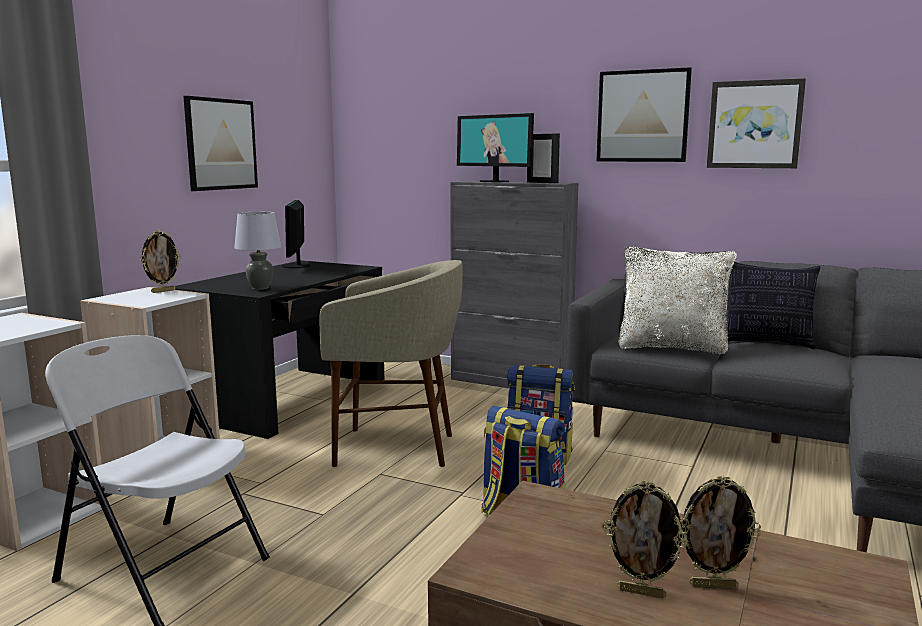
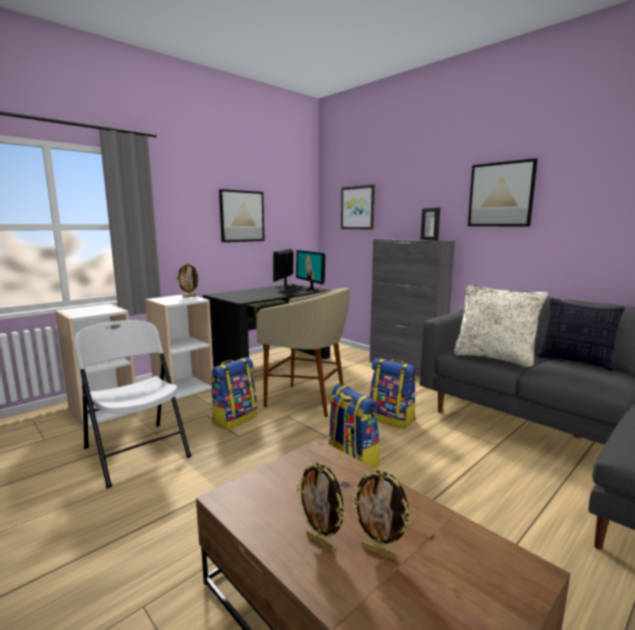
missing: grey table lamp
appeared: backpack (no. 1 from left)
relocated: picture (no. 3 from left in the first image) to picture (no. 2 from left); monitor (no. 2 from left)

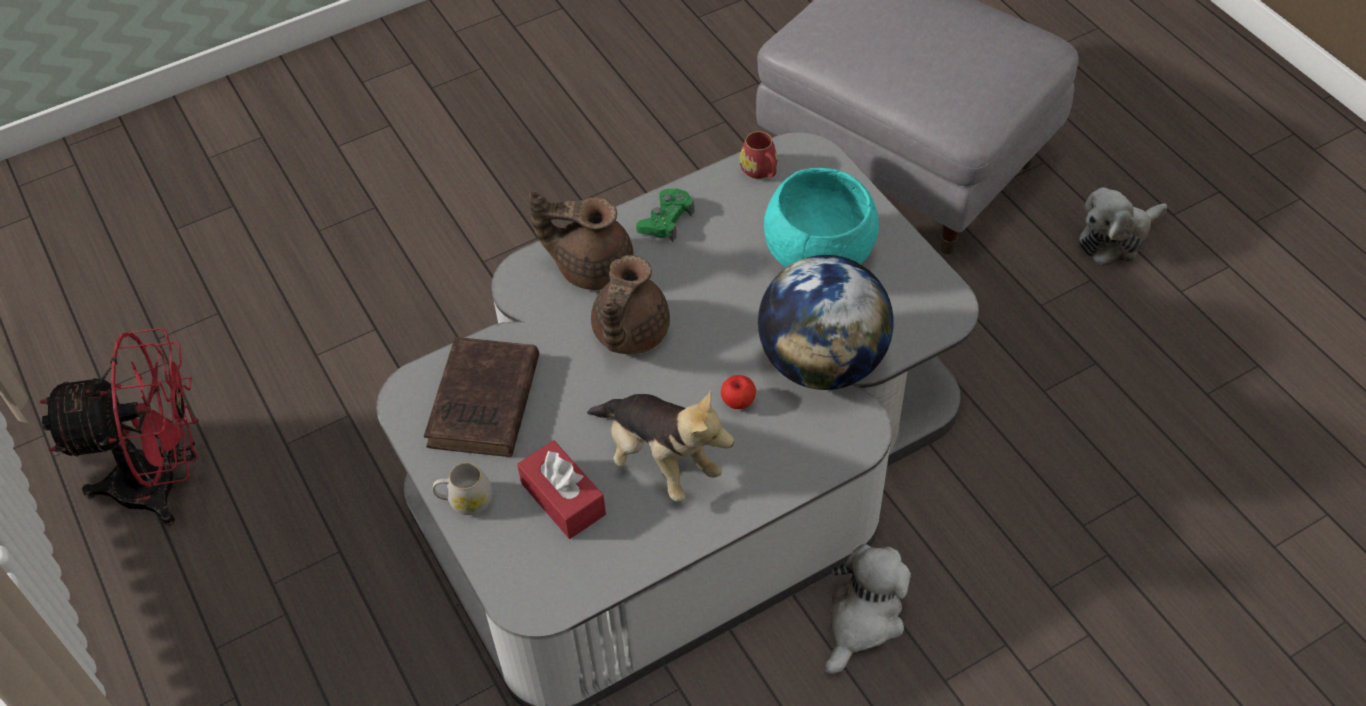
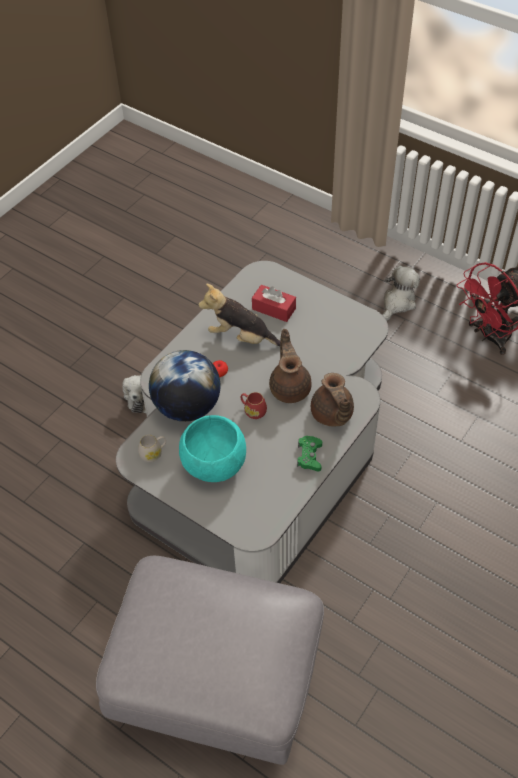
missing: brown book
relocated: red mug; plush toy (no. 3 from left); white mug
spun: brown teapot (no. 1 from left in the first image) 90 degrees clockwise

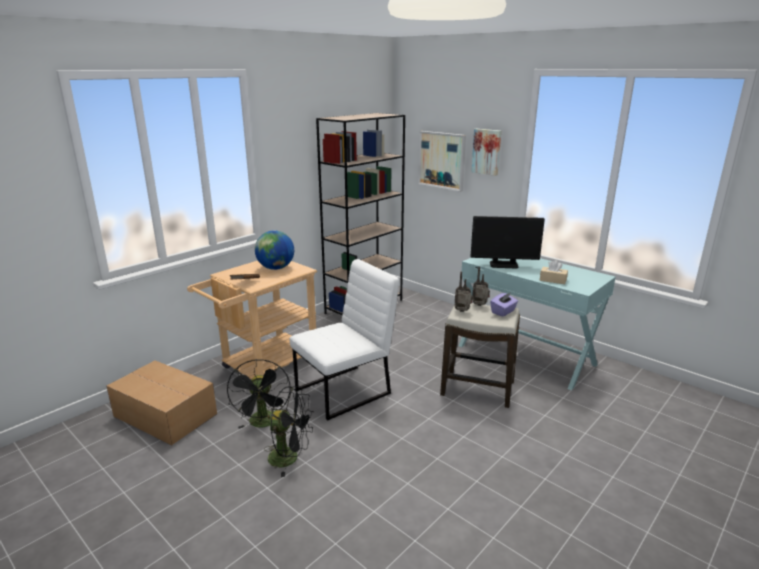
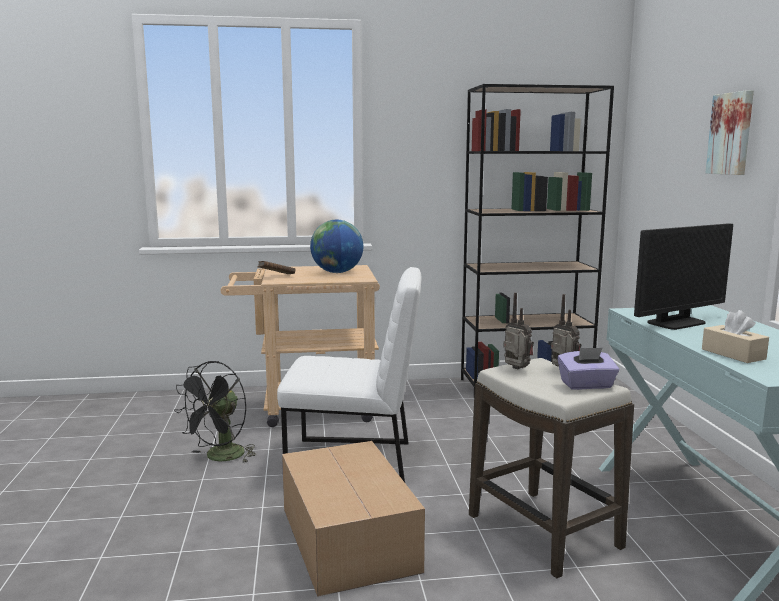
missing: picture (no. 1 from left); black fan (no. 2 from left)
relocated: cardboard box
spun: monitor 75 degrees counterclockwise

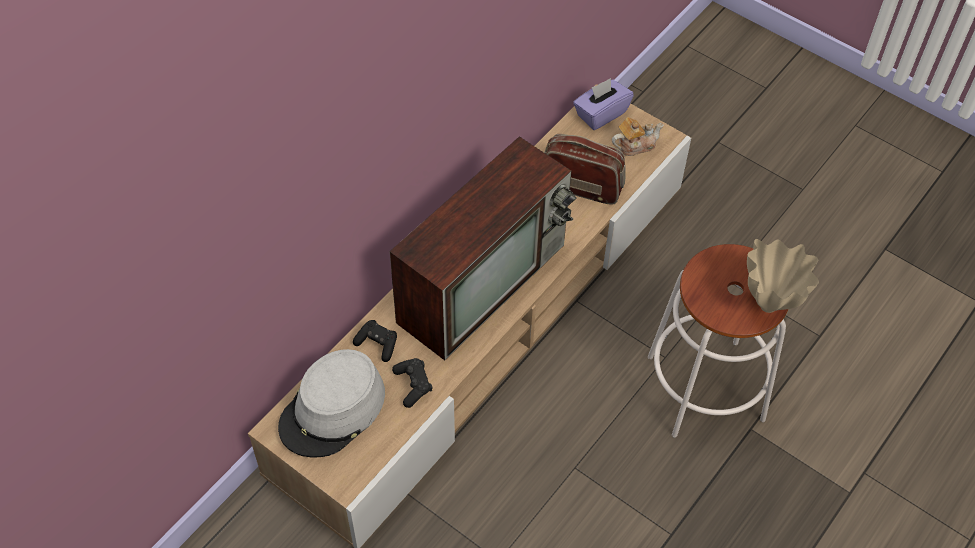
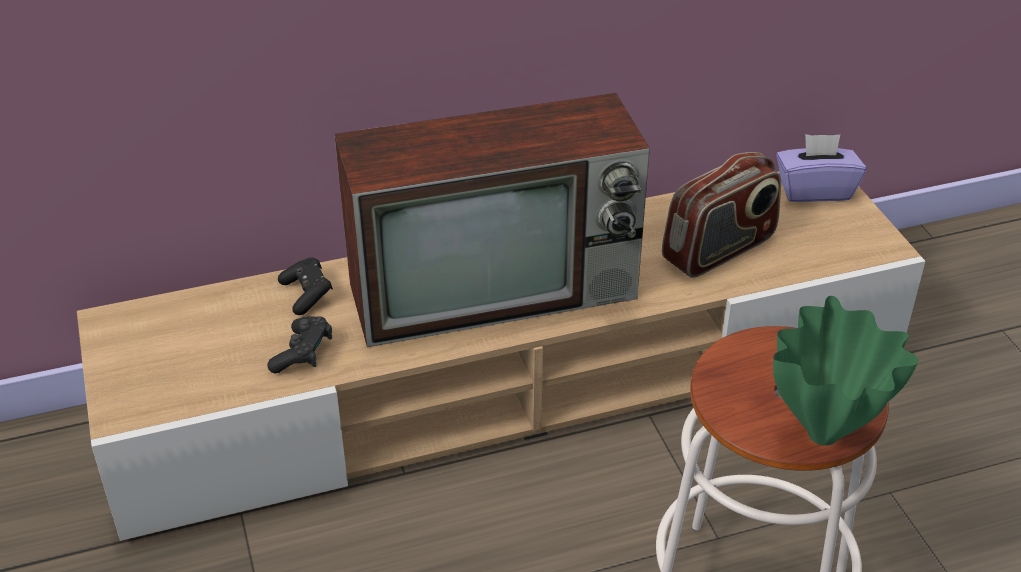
missing: teapot; grey hat
colour: beige vase to green vase
spun: radio 90 degrees clockwise

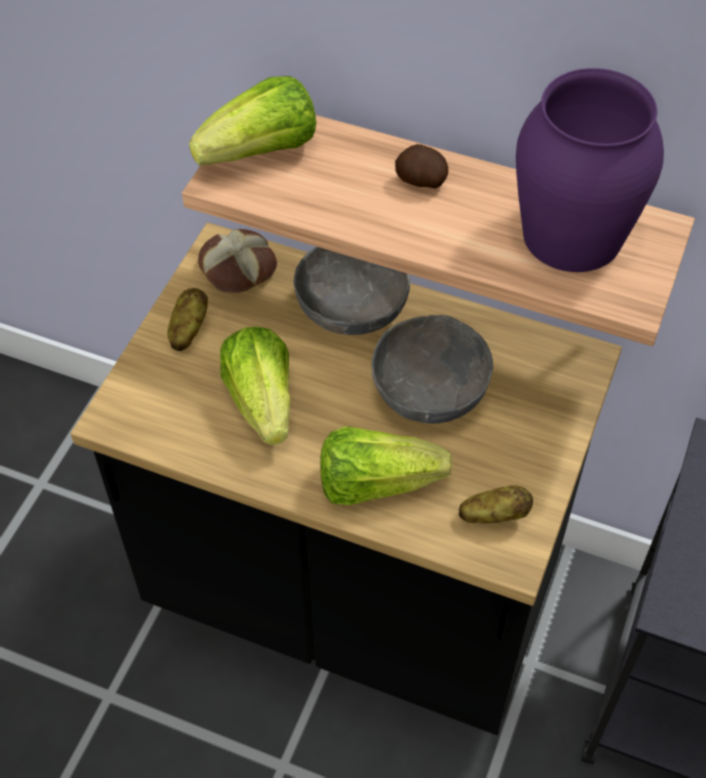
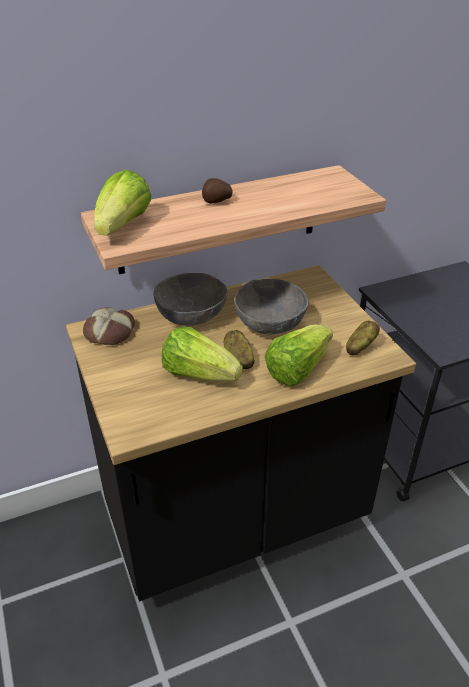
missing: purple vase
relocated: potato (no. 1 from left in the first image) to potato (no. 2 from left)

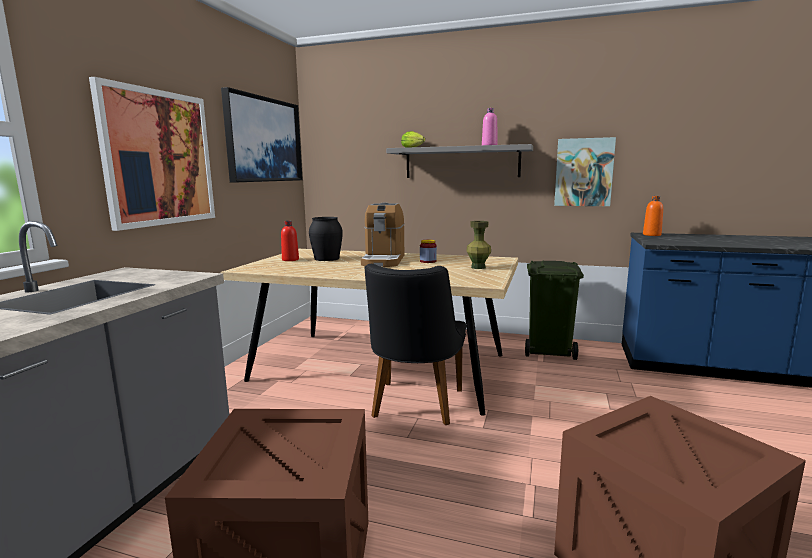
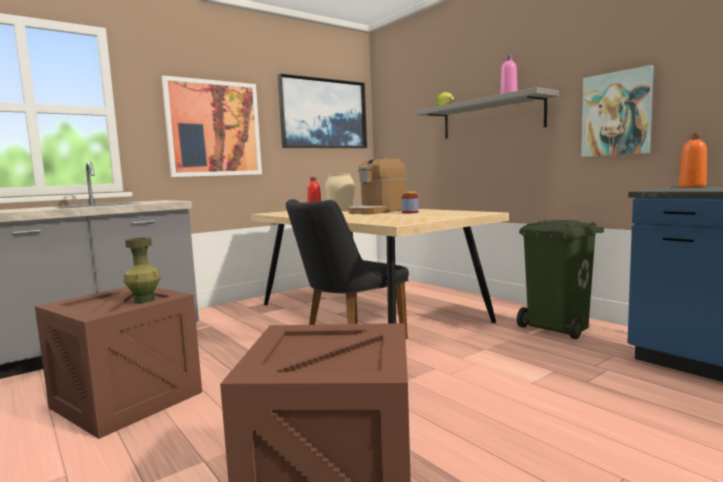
relocated: green vase
colour: black vase to beige vase

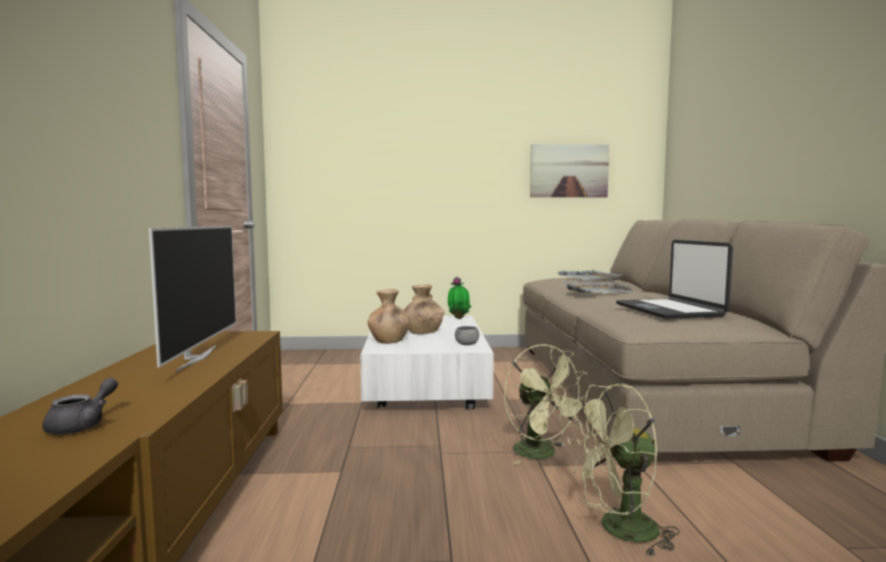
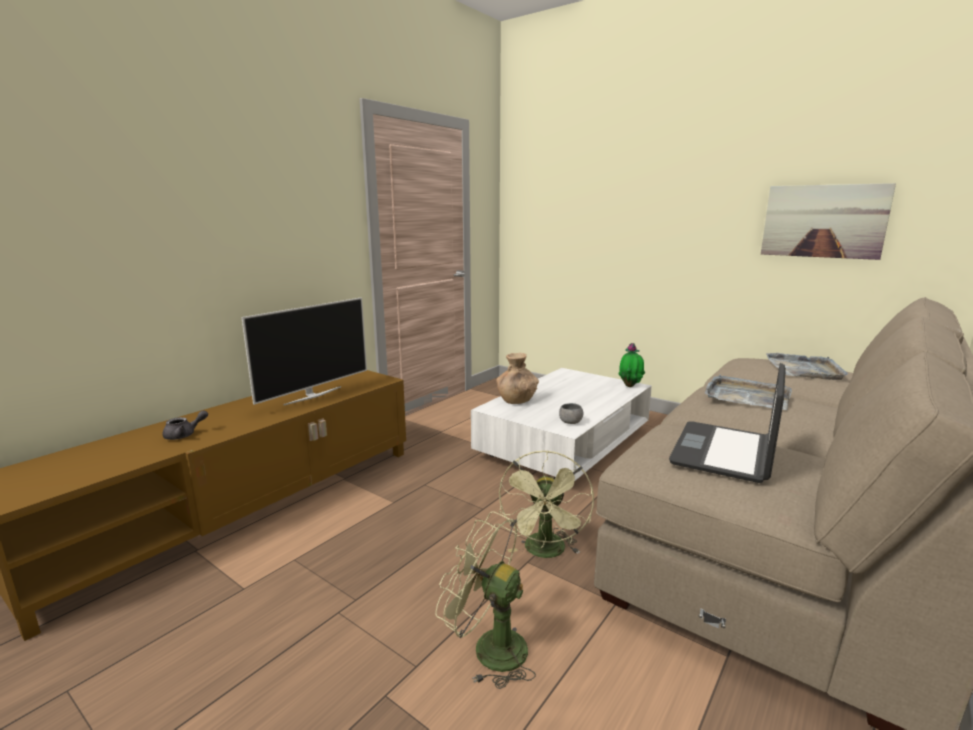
missing: brown vase (no. 2 from left)

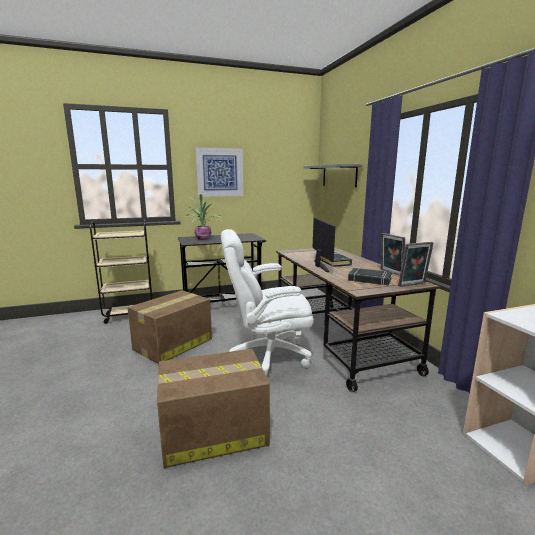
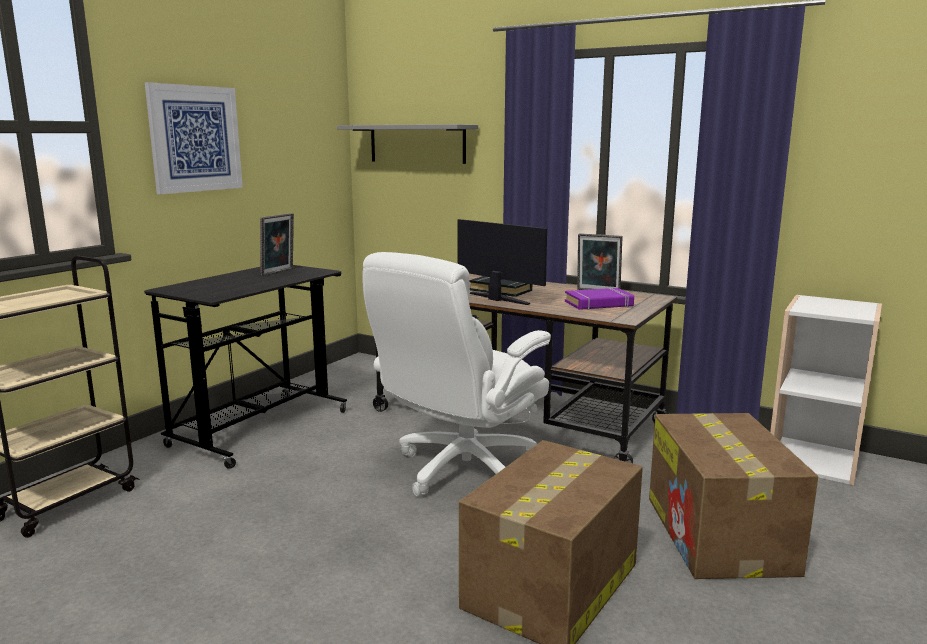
missing: potted plant
relocated: picture frame (no. 2 from left in the first image) to picture frame (no. 1 from left); cardboard box (no. 1 from left in the first image) to cardboard box (no. 2 from left)
colour: black book (no. 2 from left) to purple book

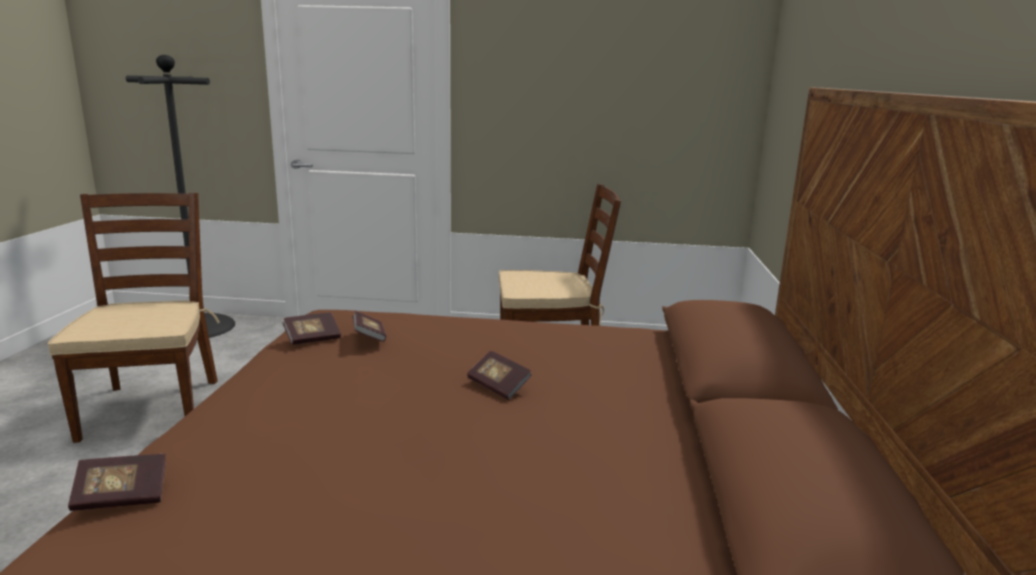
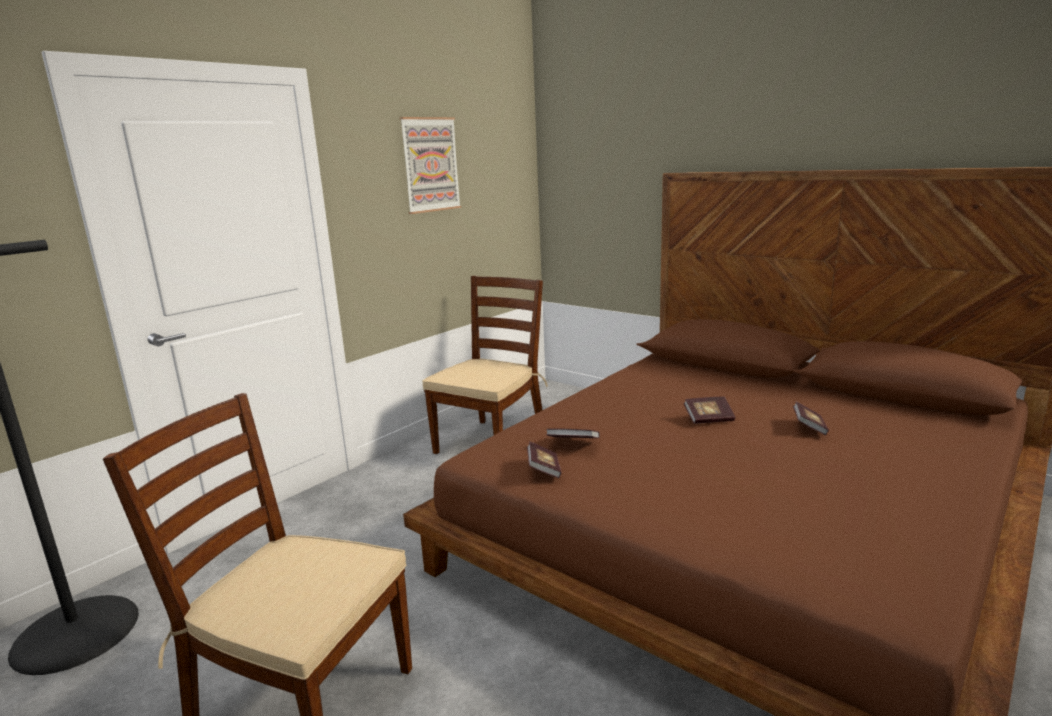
appeared: picture
relocated: book (no. 1 from left in the first image) to book (no. 4 from left)

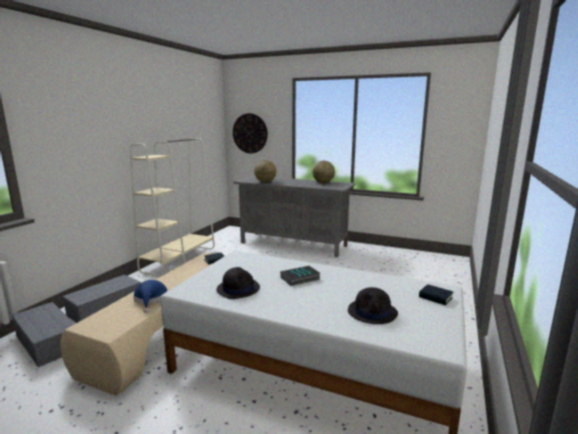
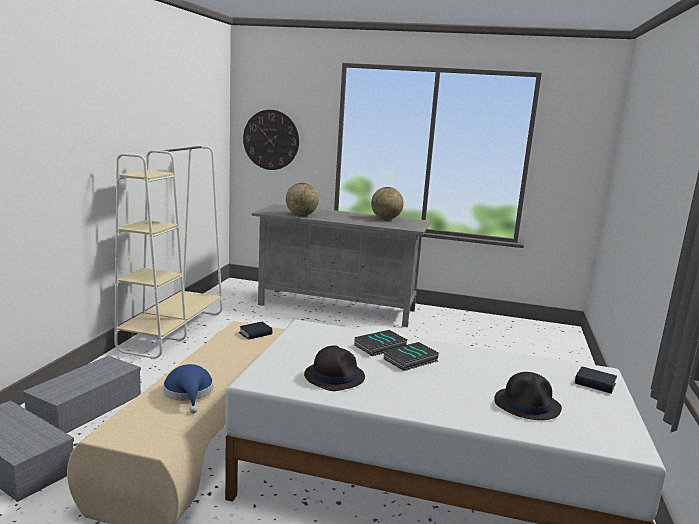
appeared: book (no. 2 from left)

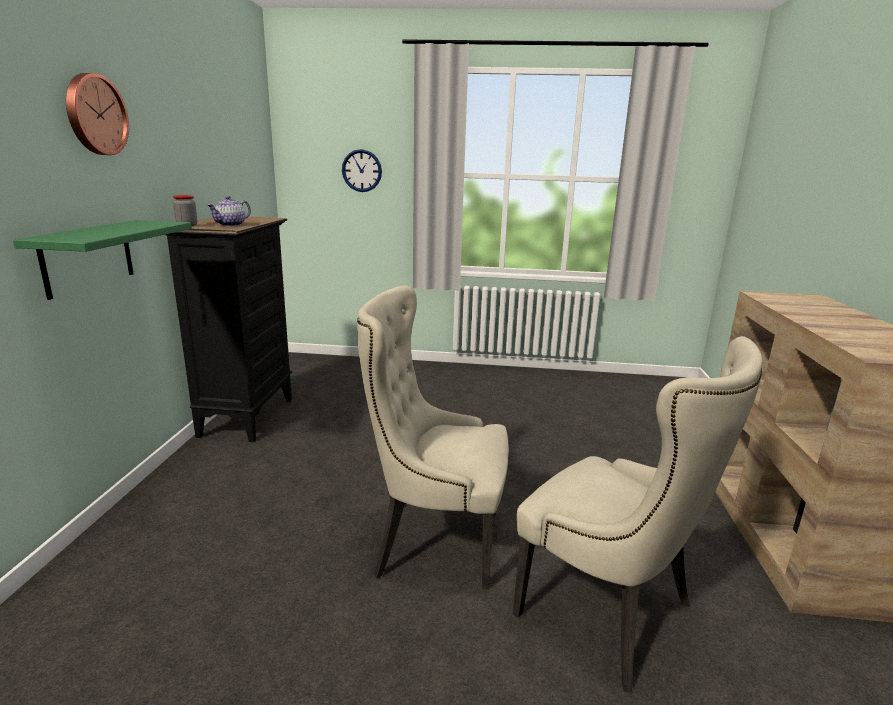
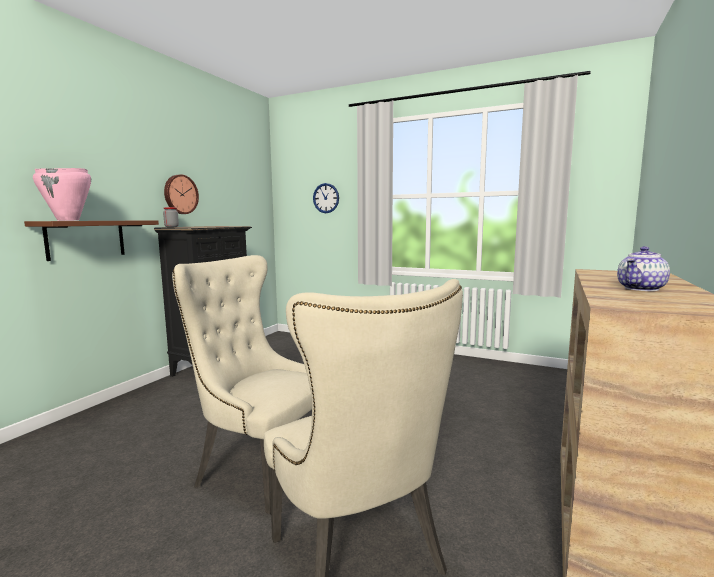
appeared: pink cooking pot
relocated: wall clock (no. 1 from left); teapot
colour: green shelf to brown shelf

